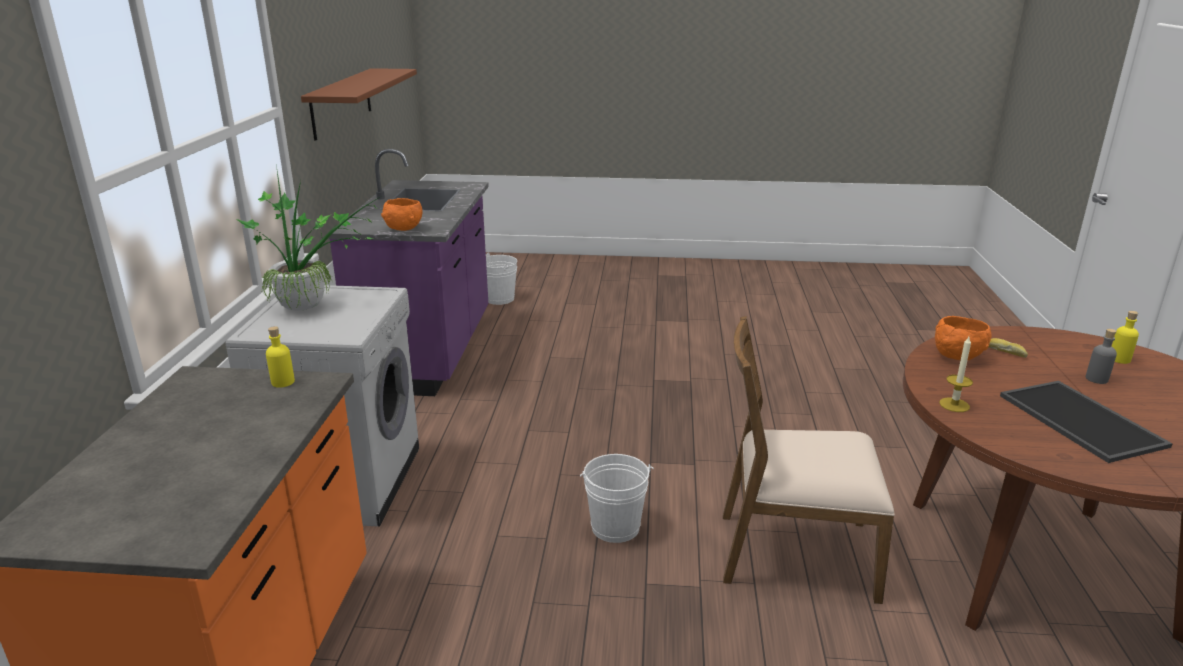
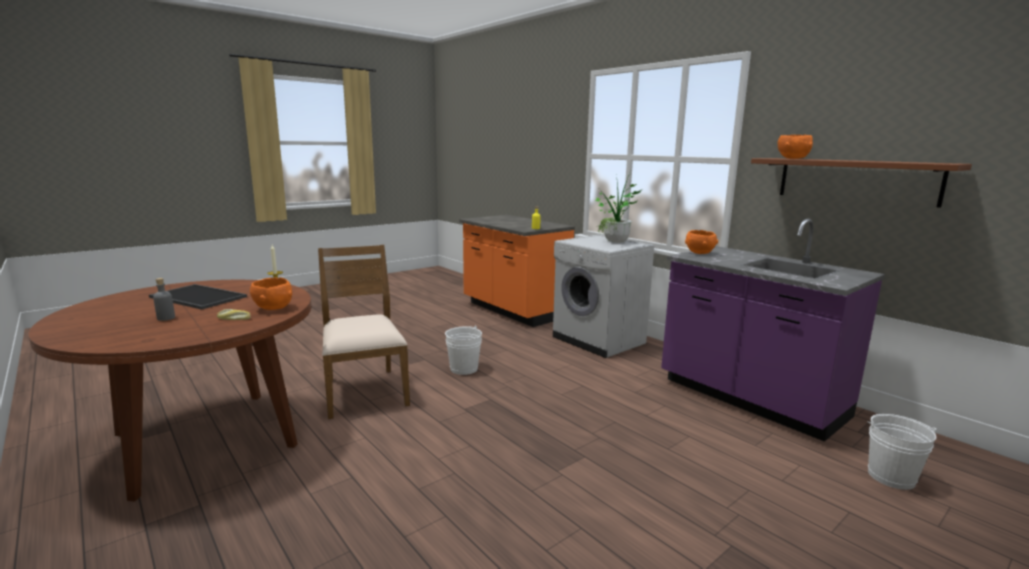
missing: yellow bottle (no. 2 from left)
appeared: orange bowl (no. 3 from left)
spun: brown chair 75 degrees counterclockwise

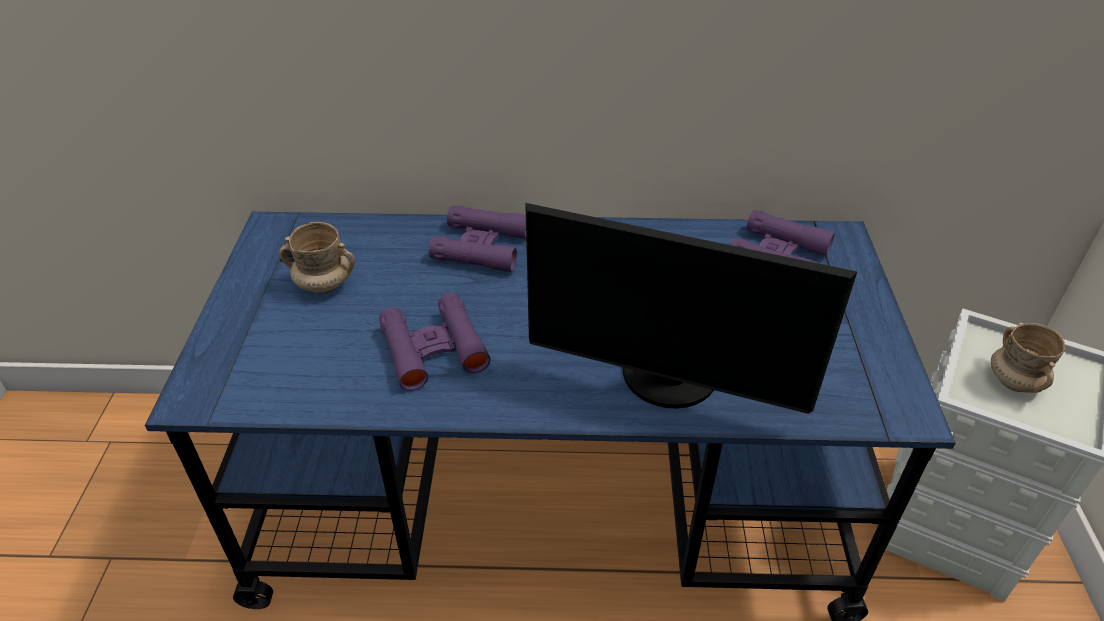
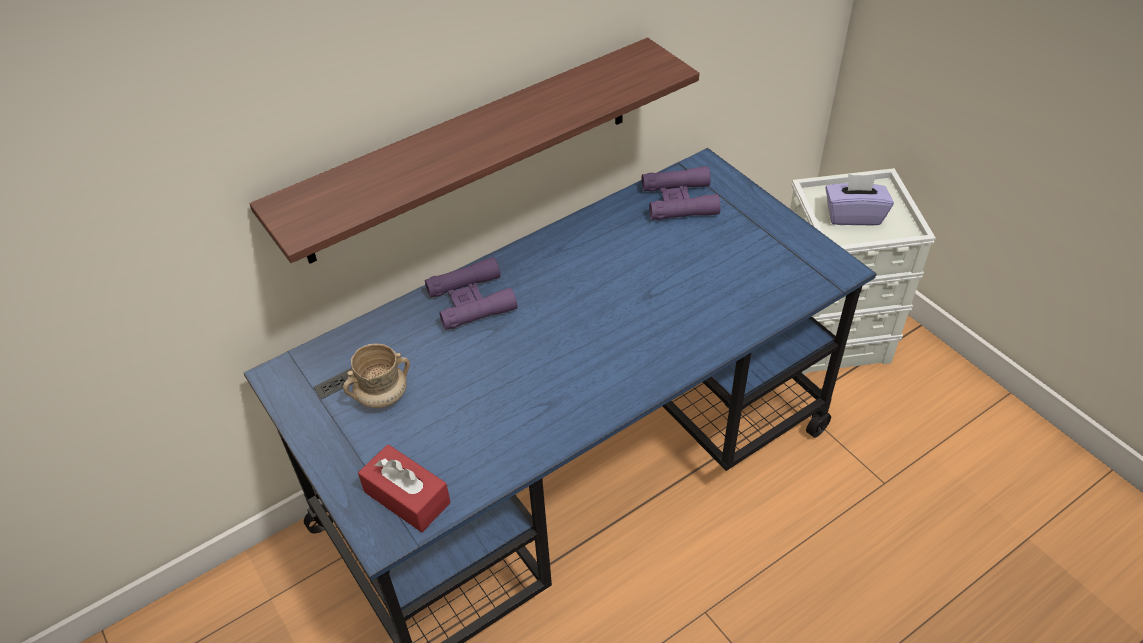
missing: monitor; purple binoculars (no. 1 from left)
appeared: shelf; red tissue box
exchanged: beige mug (no. 2 from left) to purple tissue box

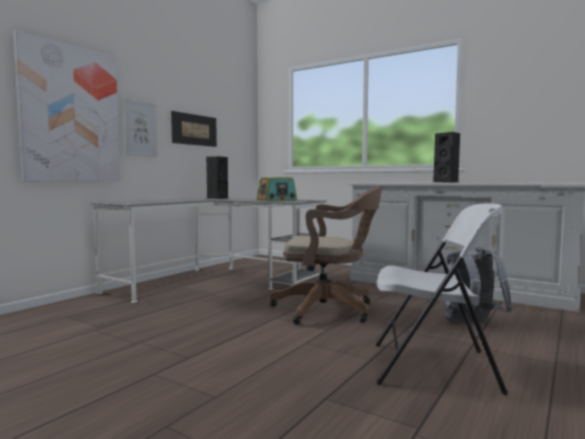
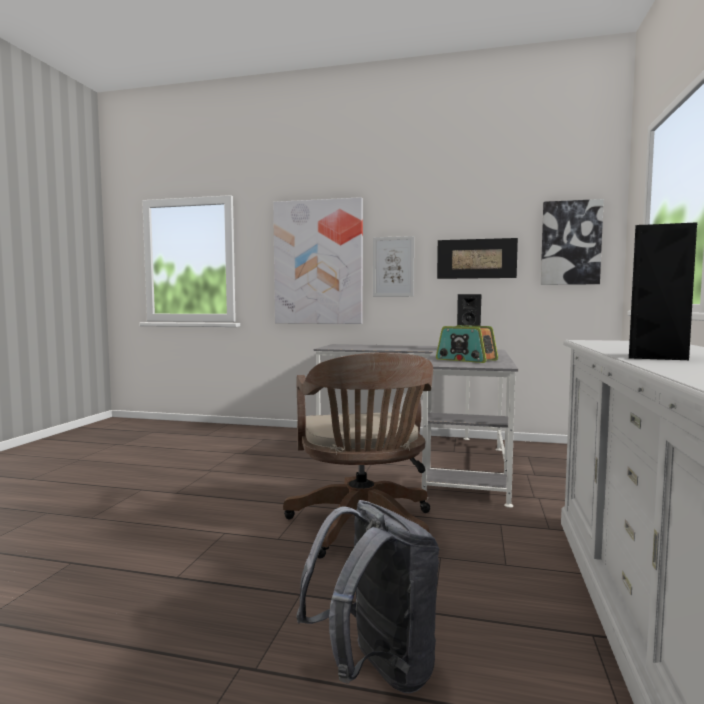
missing: white chair
appeared: picture (no. 4 from left)

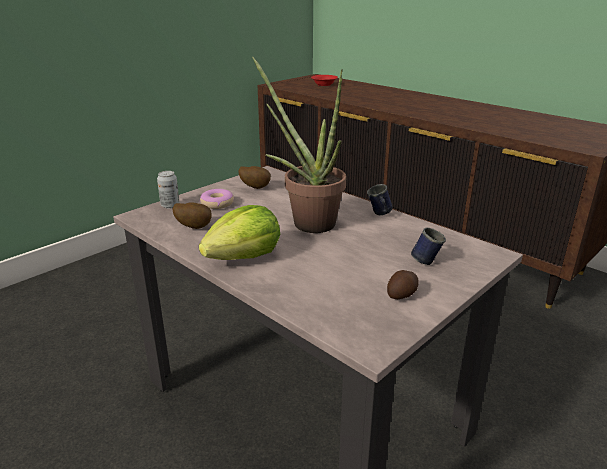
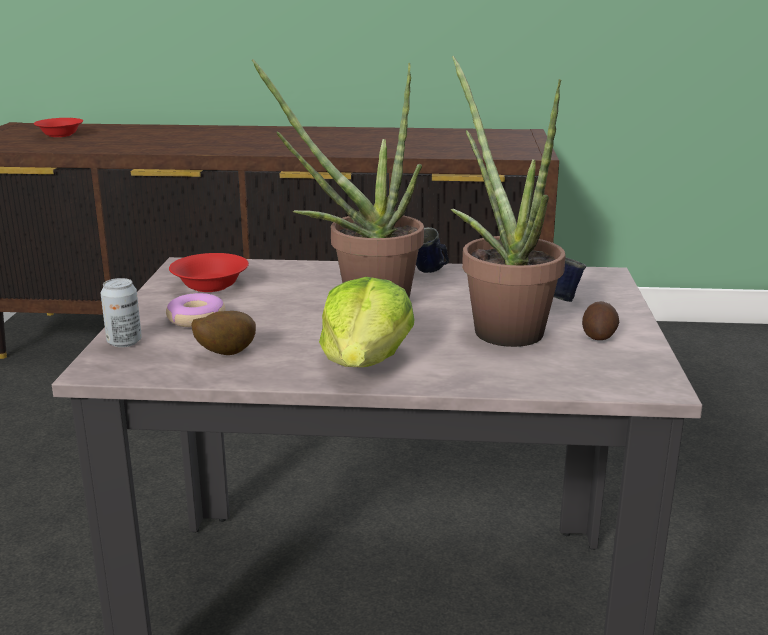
appeared: potted plant (no. 2 from left)
exchanged: potato (no. 2 from left) to red bowl (no. 2 from left)

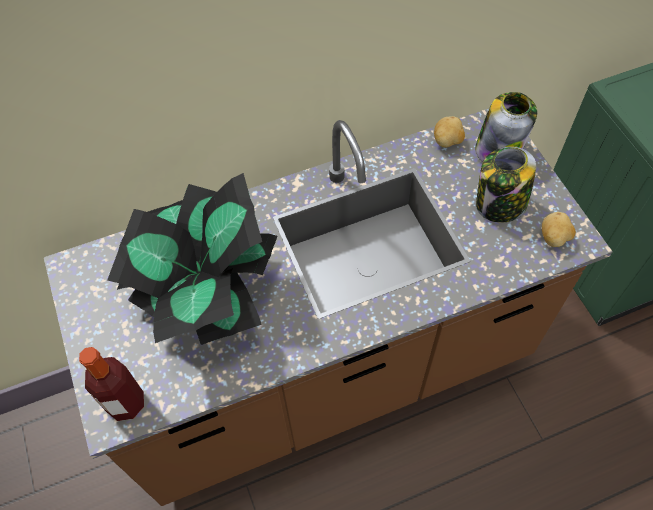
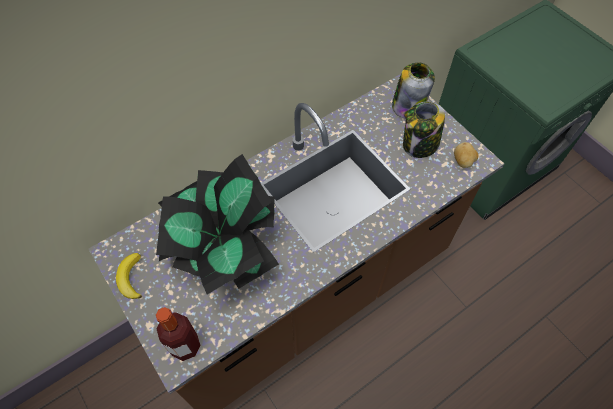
missing: potato (no. 1 from left)
appeared: banana

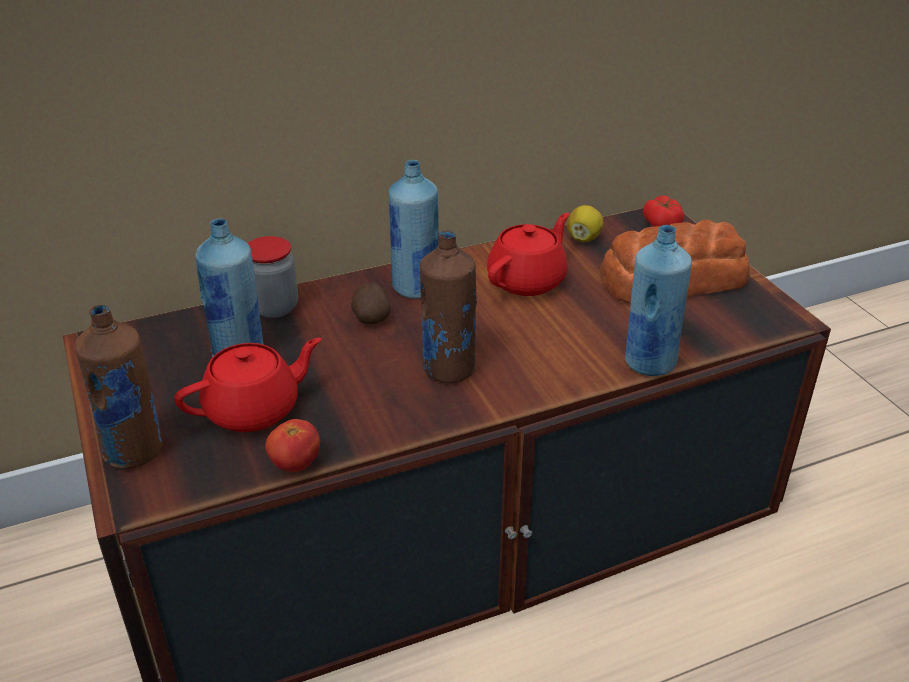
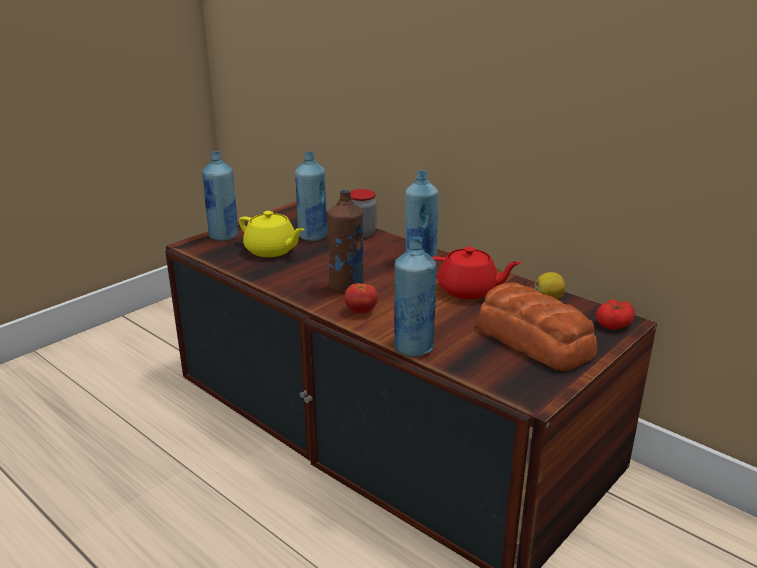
missing: potato
relocated: tomato (no. 1 from left)
colour: brown bottle (no. 1 from left) to blue bottle (no. 1 from left); red teapot (no. 1 from left) to yellow teapot

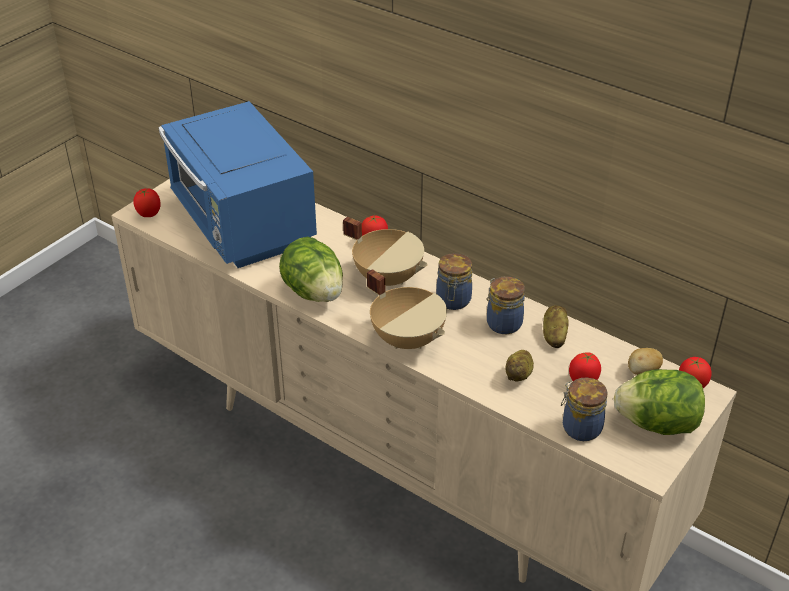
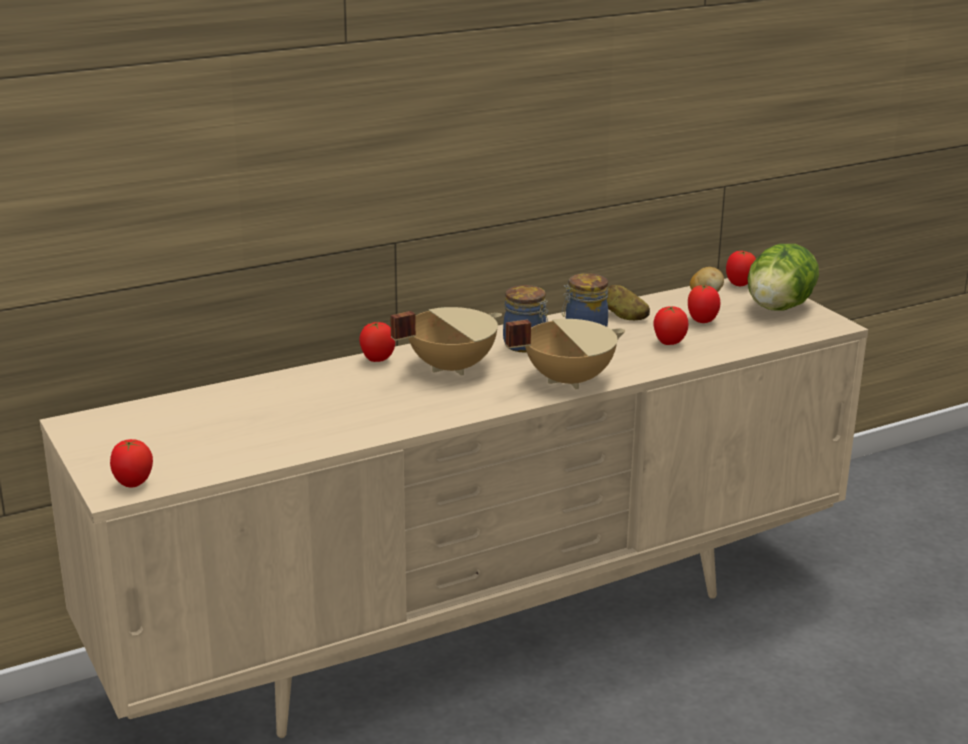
missing: blue microwave; lettuce (no. 1 from left); jar (no. 3 from left)
exchanged: potato (no. 1 from left) to tomato (no. 3 from left)

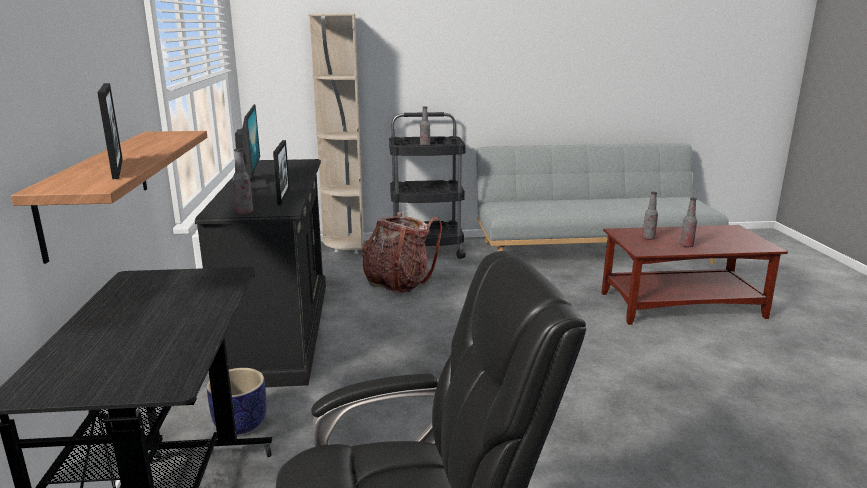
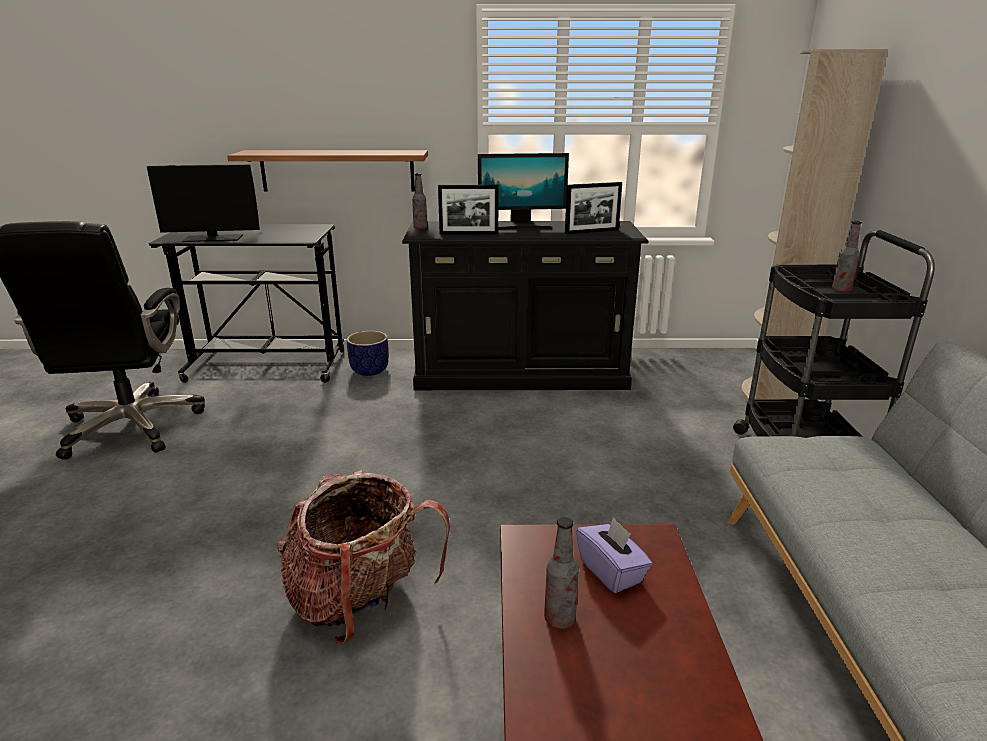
appeared: monitor (no. 1 from left)
relocated: picture frame (no. 1 from left in the first image) to picture frame (no. 2 from left); backpack
exchanged: bottle (no. 3 from left) to purple tissue box

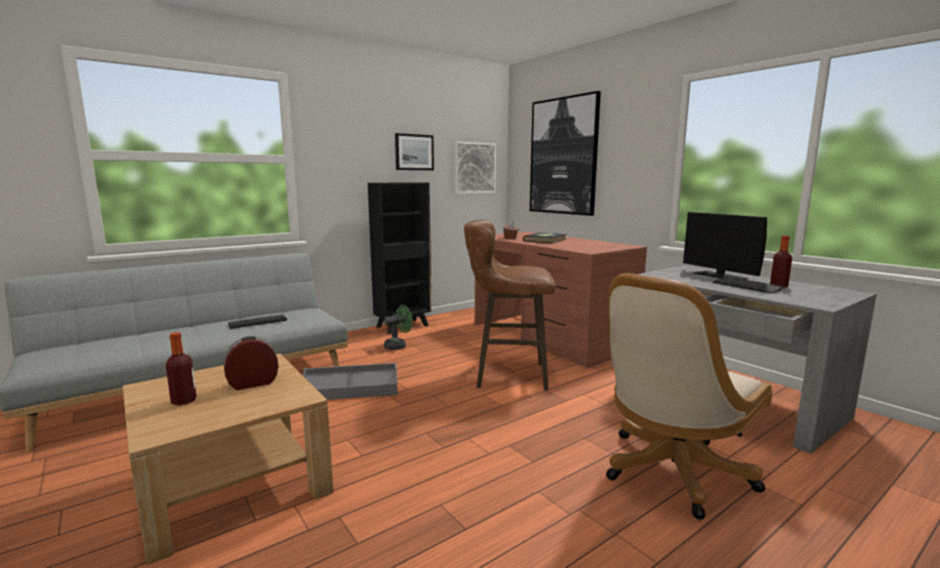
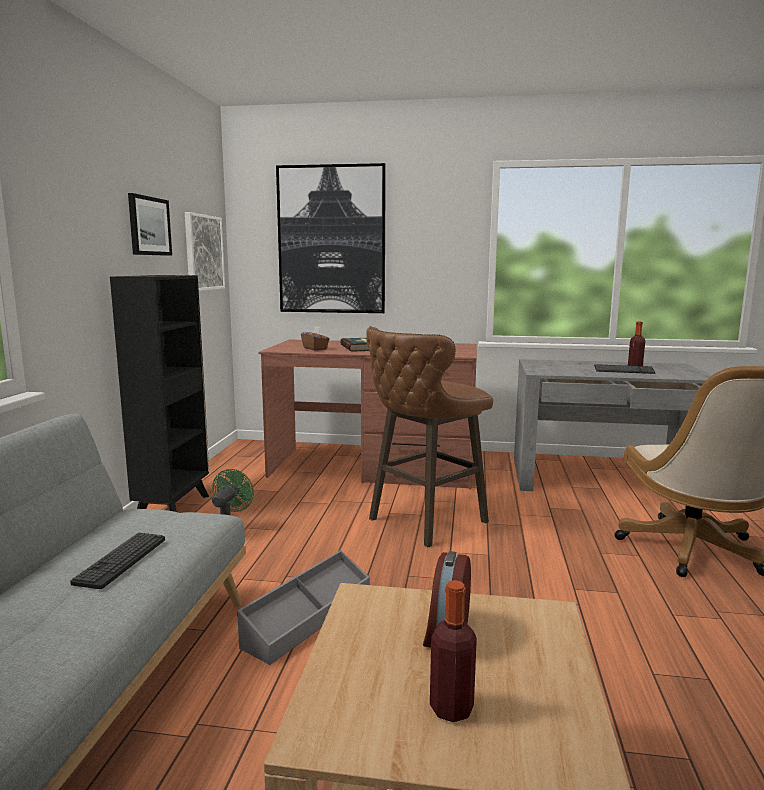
missing: monitor

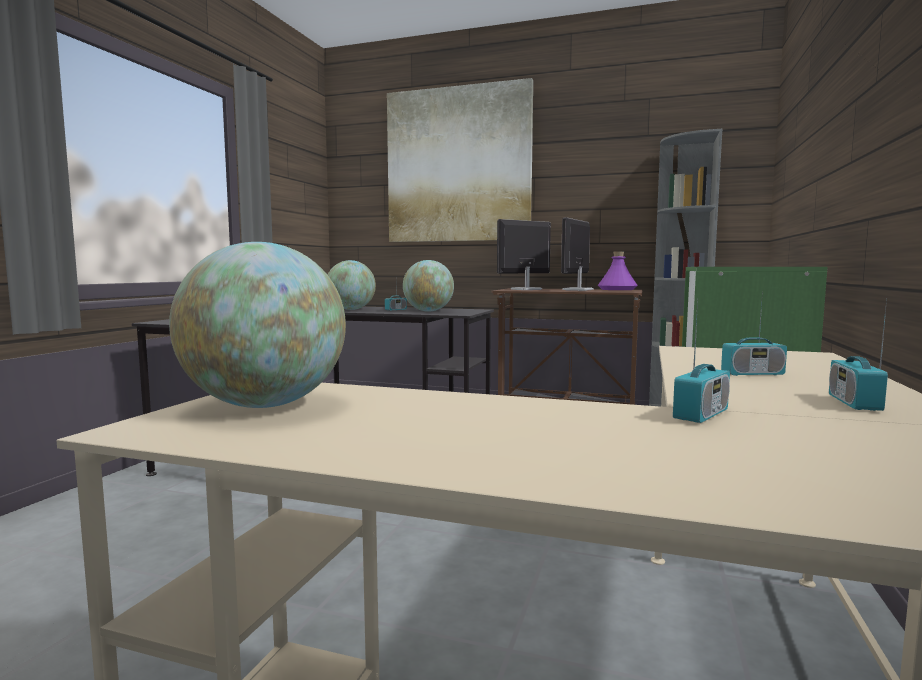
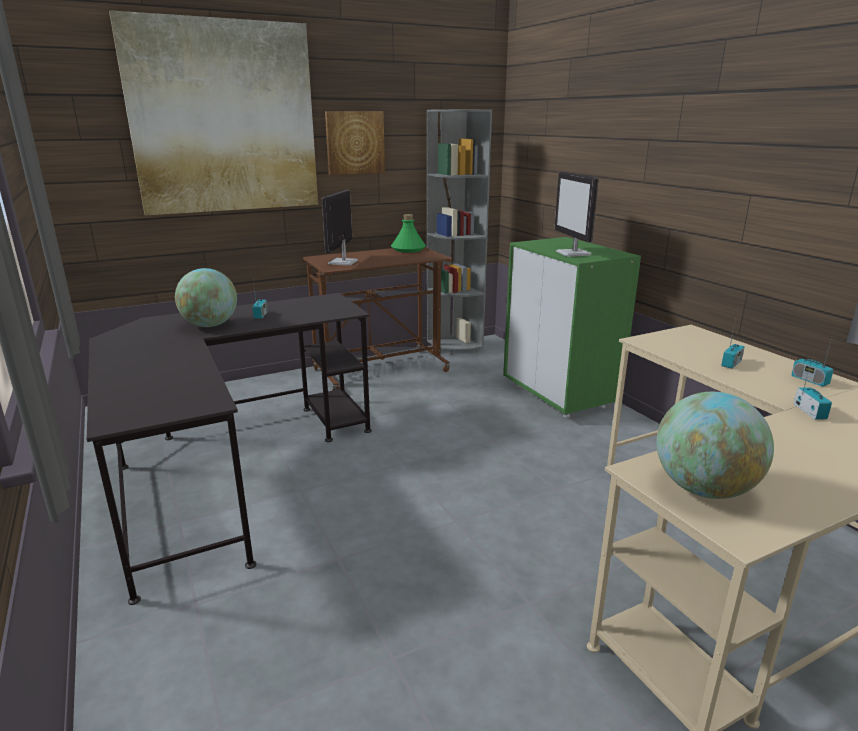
missing: globe (no. 3 from left)
appeared: picture (no. 2 from left)
relocated: monitor (no. 2 from left)
colour: purple bottle to green bottle

